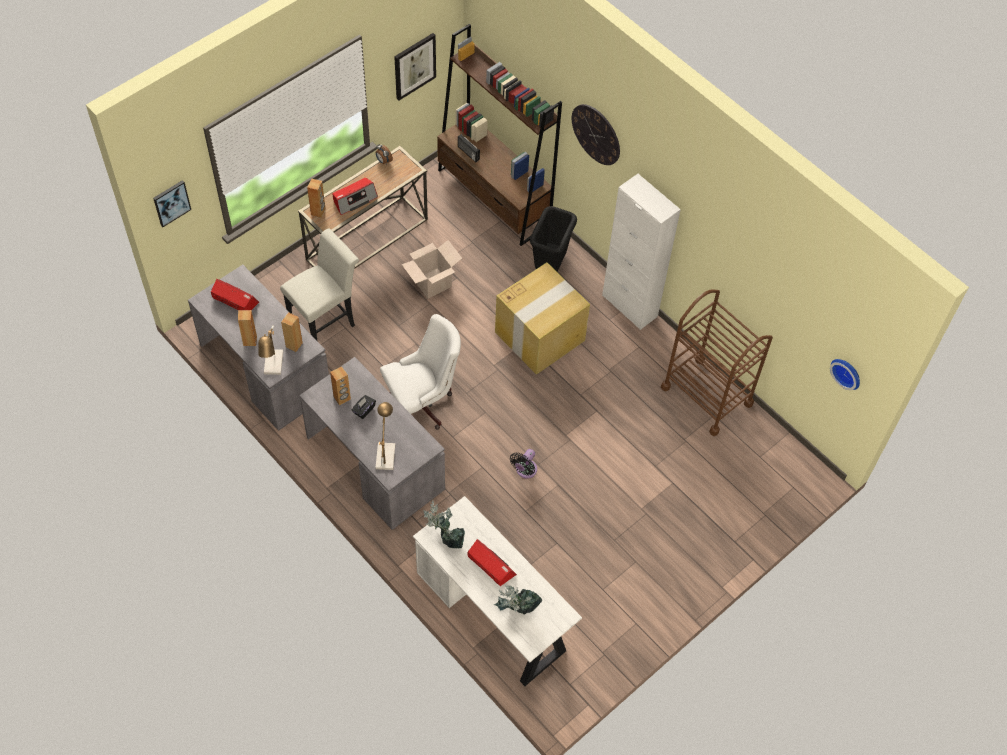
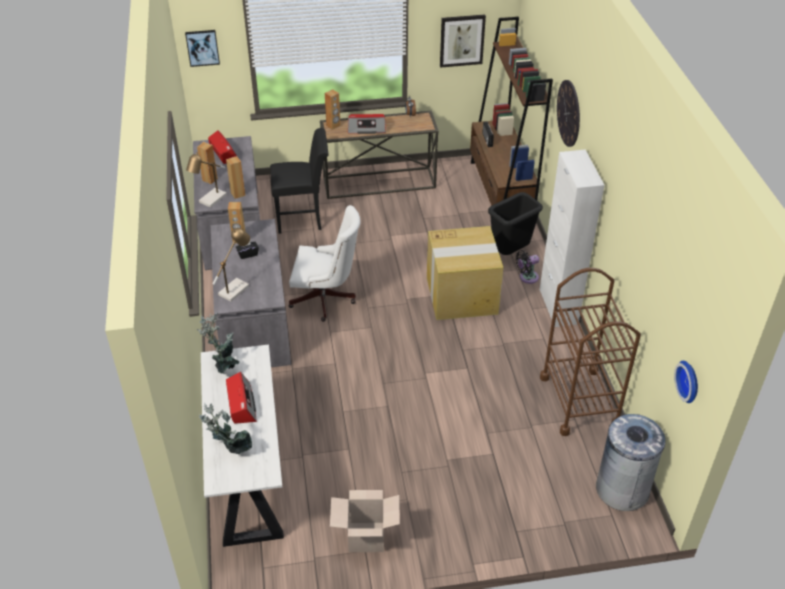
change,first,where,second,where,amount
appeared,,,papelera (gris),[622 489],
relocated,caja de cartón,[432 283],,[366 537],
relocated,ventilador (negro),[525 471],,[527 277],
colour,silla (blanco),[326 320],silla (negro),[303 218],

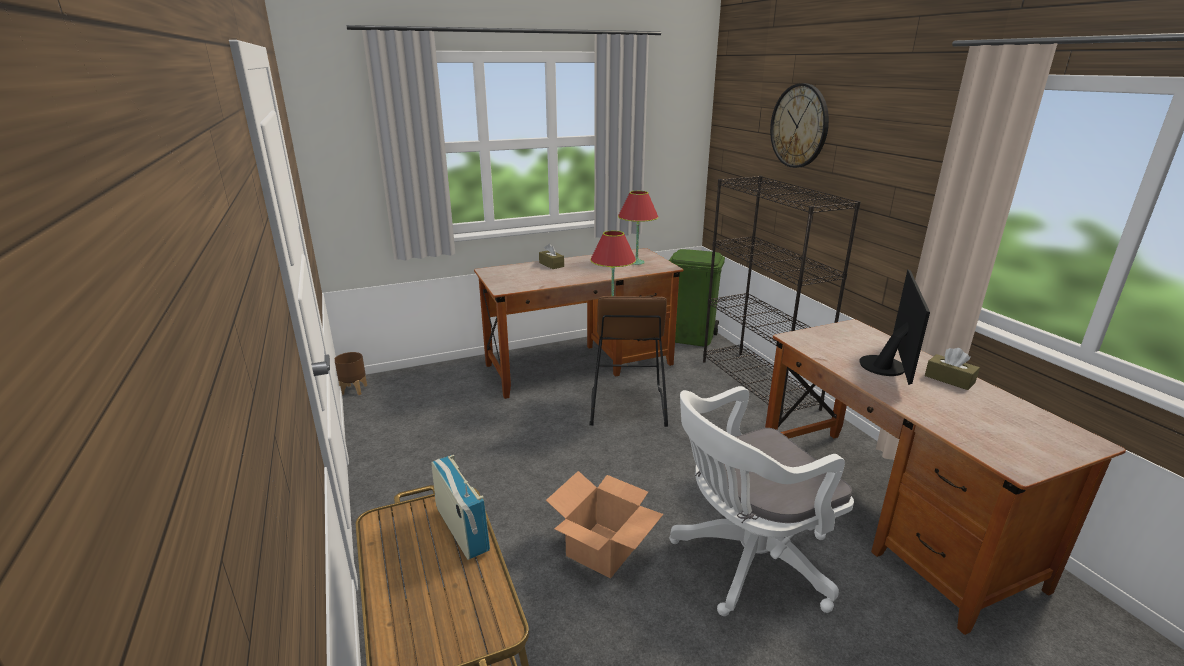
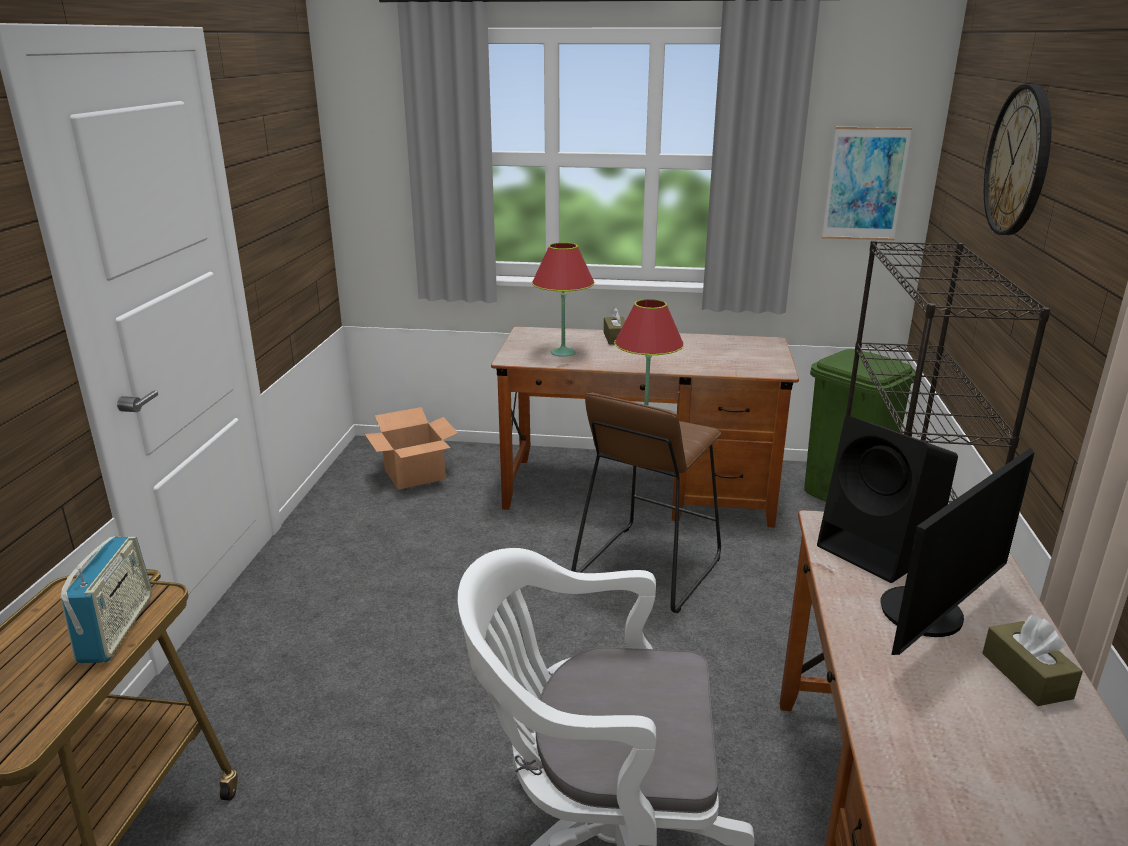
change,first,where,second,where,amount
missing,maceta (marrón),[354 389],,,
appeared,,,altavoz (negro),[880 550],
appeared,,,cuadro,[865 184],
relocated,caja de cartón,[603 549],,[415 474],
relocated,lámpara de mesa (rojo),[636 262],,[563 353],

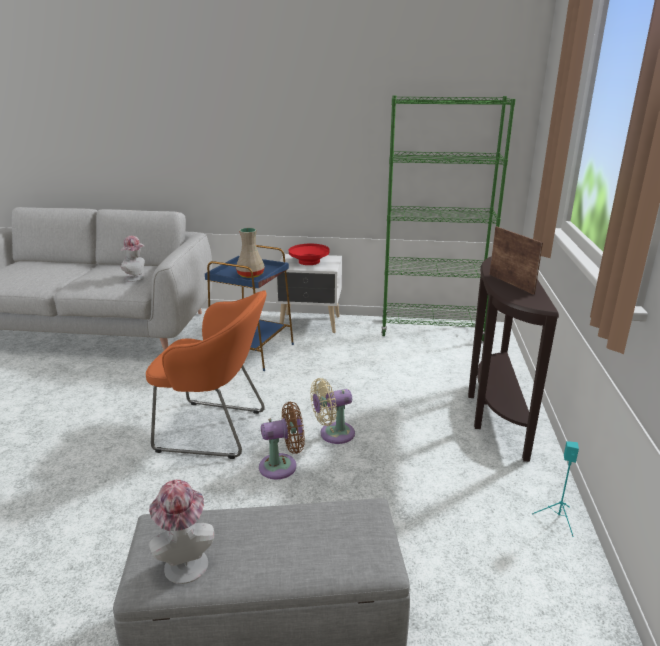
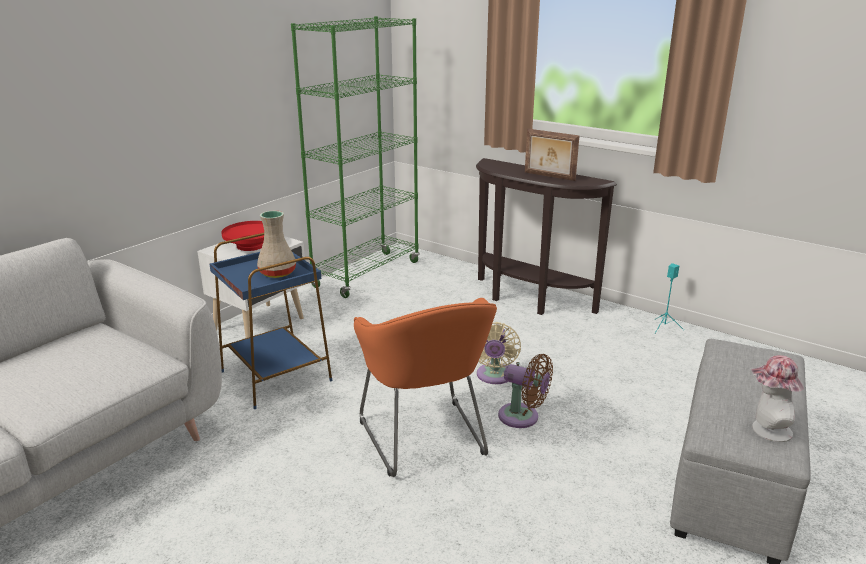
change,first,where,second,where,amount
missing,sombrero,[137 278],,,
spun,sillón (naranja),[217 430],,[425 441],120 degrees clockwise
spun,ventilador (marrón),[282 466],,[522 417],105 degrees clockwise
spun,portarretratos,[512 283],,[549 176],150 degrees counterclockwise

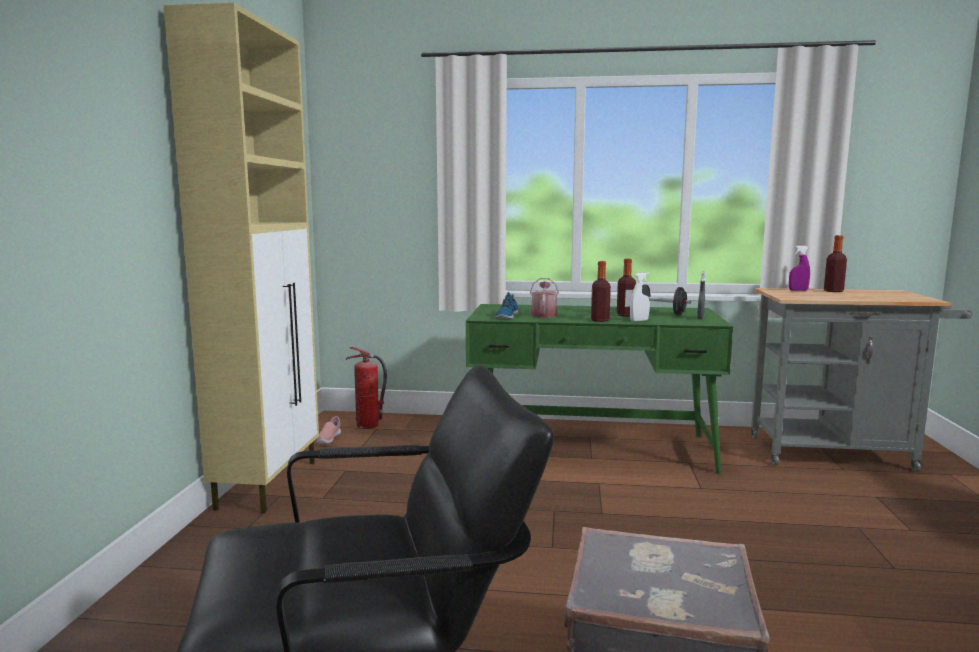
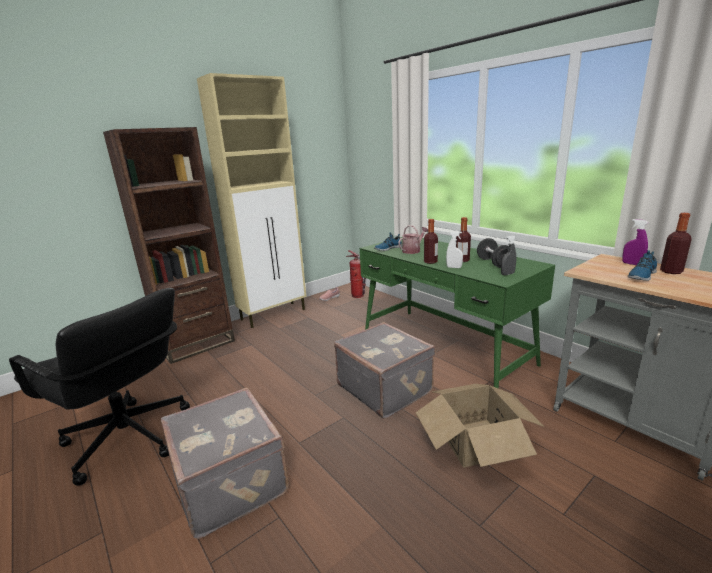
change,first,where,second,where,amount
appeared,,,estantería (marrón),[196 344],
appeared,,,maleta (gris),[385 388],
appeared,,,caja de cartón,[475 441],
appeared,,,zapato,[641 275],

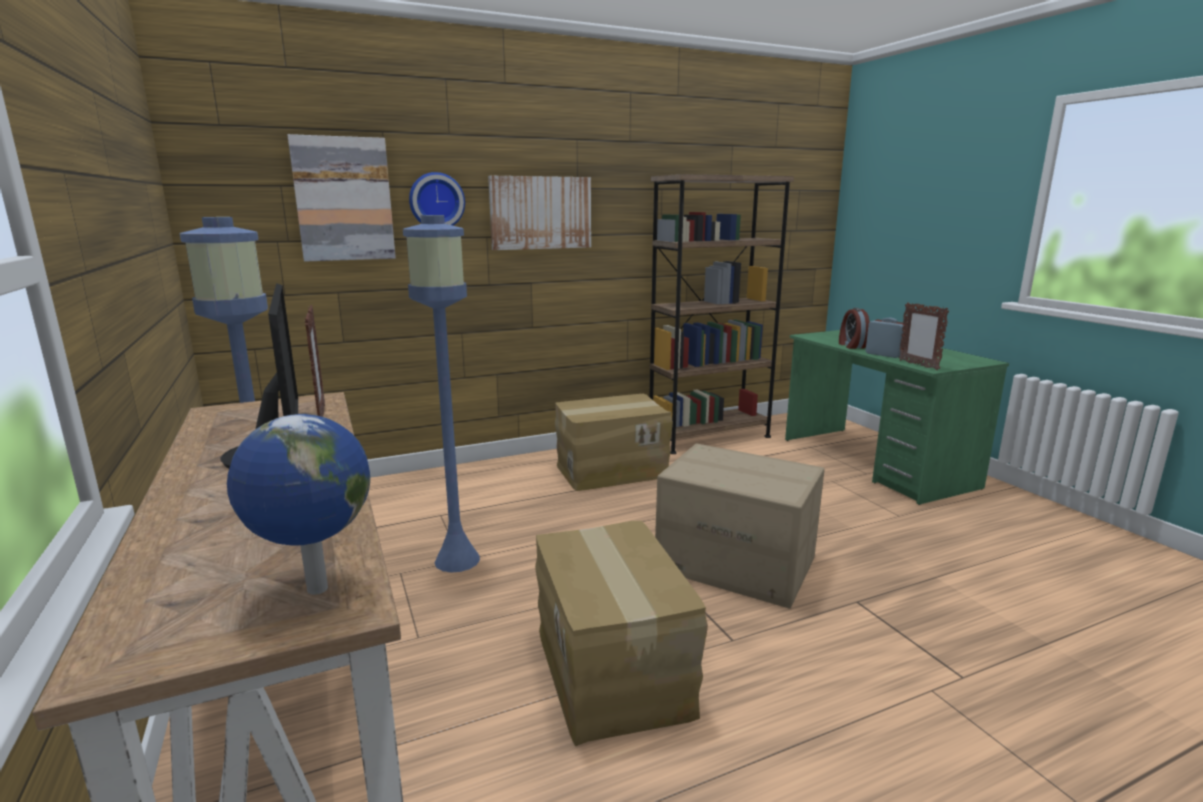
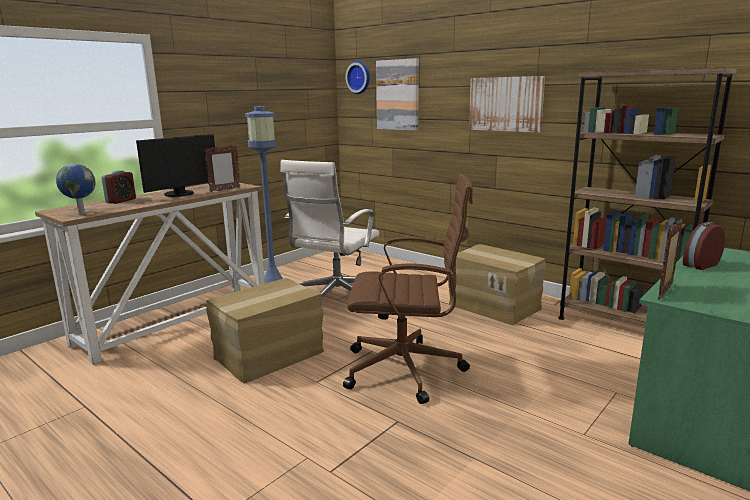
change,first,where,second,where,amount
relocated,reloj de pared,[436 201],,[359 77],
relocated,despertador,[884 354],,[121 201],
exchanged,lámpara de pie (azul),[457 560],silla de oficina (blanco),[335 299],
exchanged,caja de cartón,[736 563],silla de oficina (marrón),[407 370],

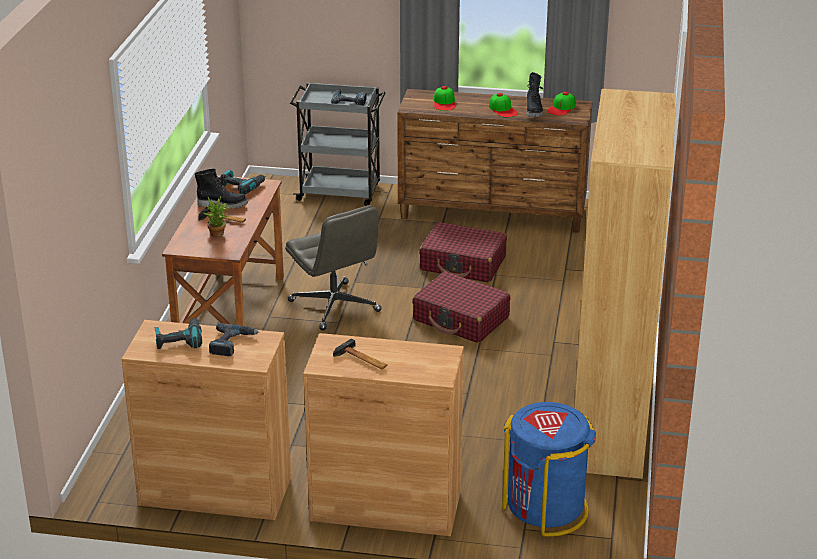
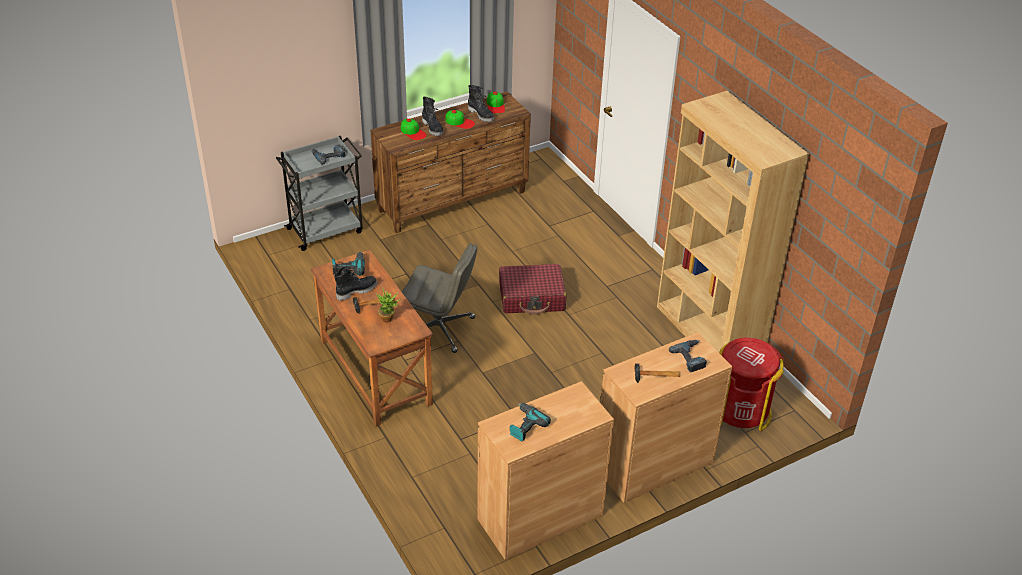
change,first,where,second,where,amount
missing,maleta (rojo),[463 264],,,
appeared,,,bota (negro),[433 128],
relocated,taladro,[232 343],,[691 357],
colour,papelera (azul),[546 508],papelera (rojo),[740 411],

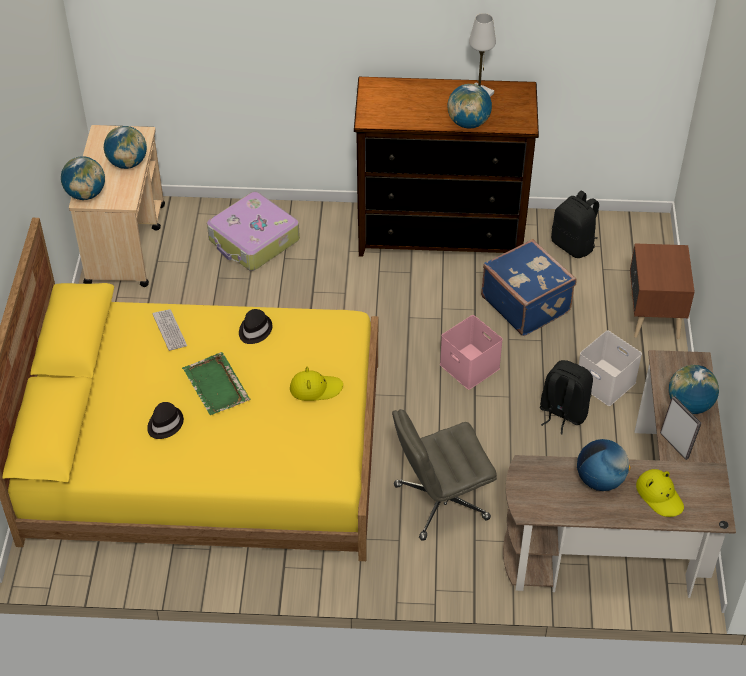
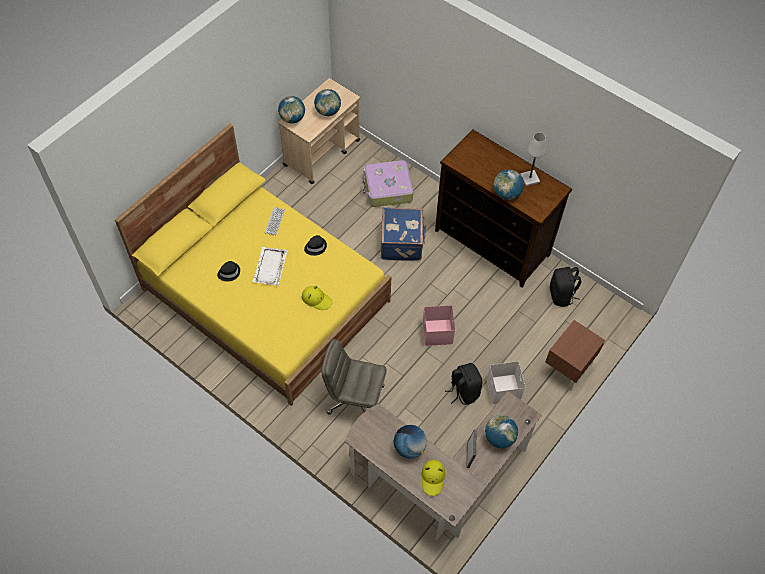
change,first,where,second,where,amount
relocated,maleta (azul),[526 303],,[402 243],
colour,bandeja (verde),[216 386],bandeja (blanco),[270 267],

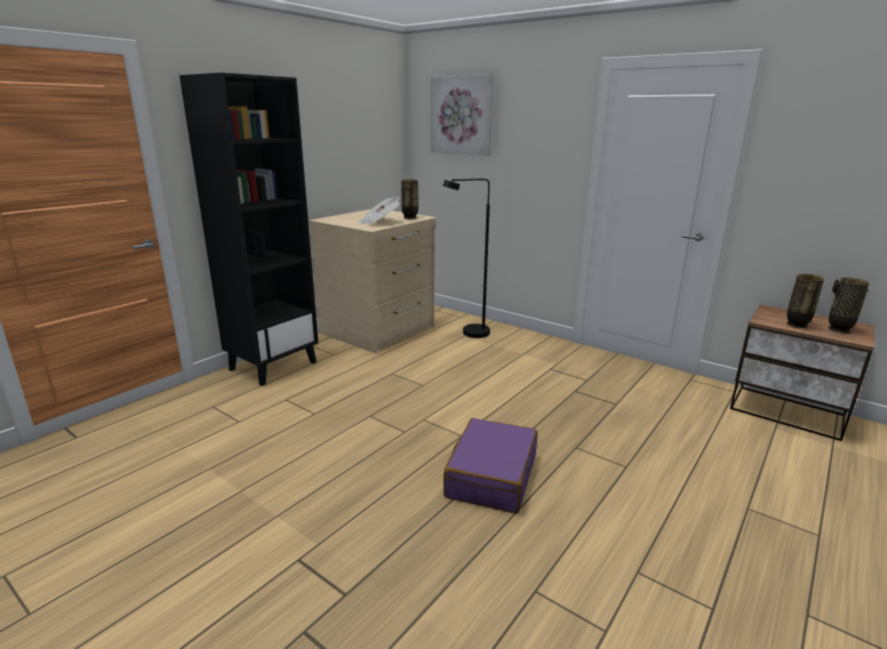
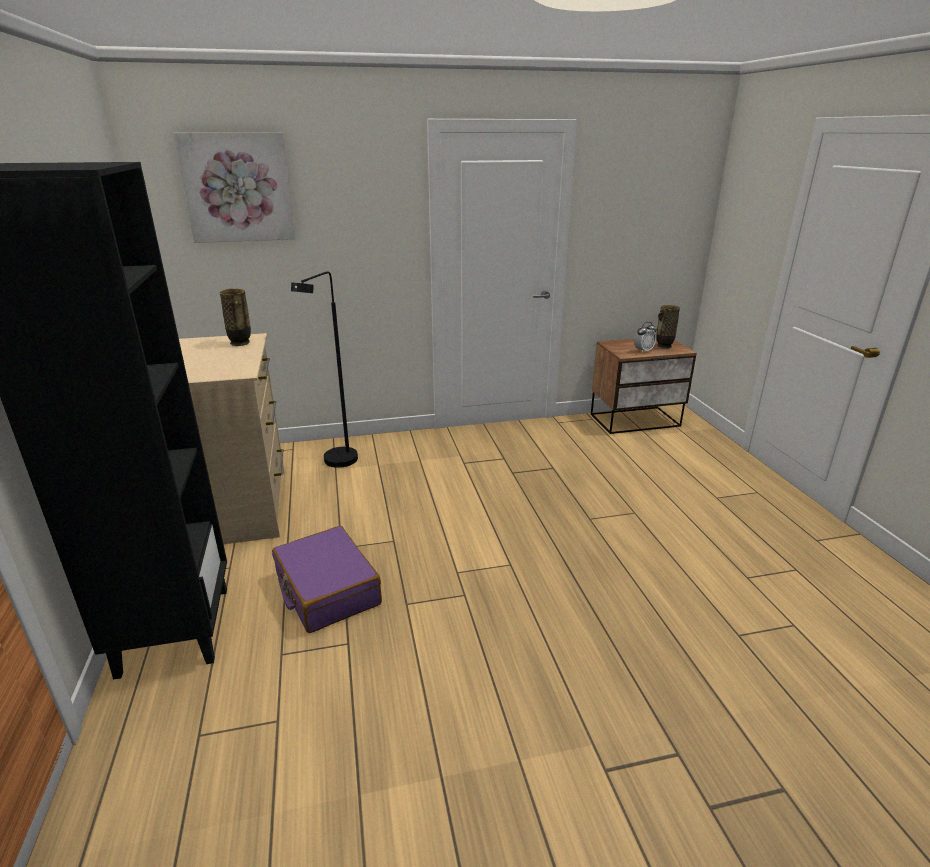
change,first,where,second,where,amount
missing,periódico,[379 222],,,
relocated,maleta (morado),[491 476],,[327 590],
exchanged,florero,[797 325],despertador,[643 351],

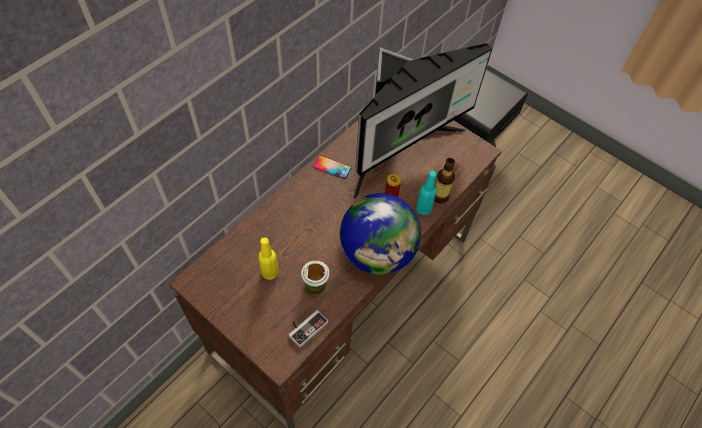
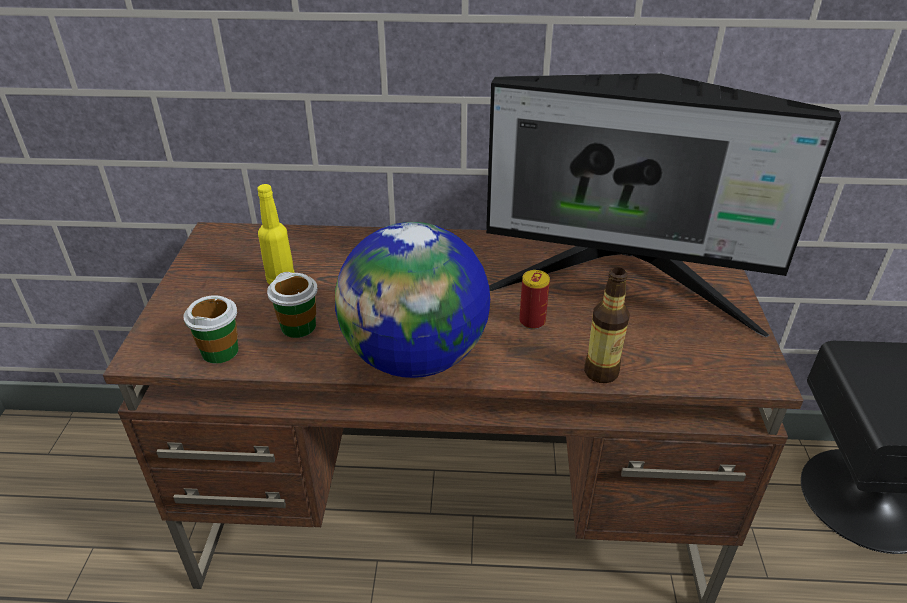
change,first,where,second,where,amount
missing,móvil,[332 167],,,
missing,botella (turquesa),[423 209],,,
exchanged,mando de consola,[306 327],taza,[220 351],

